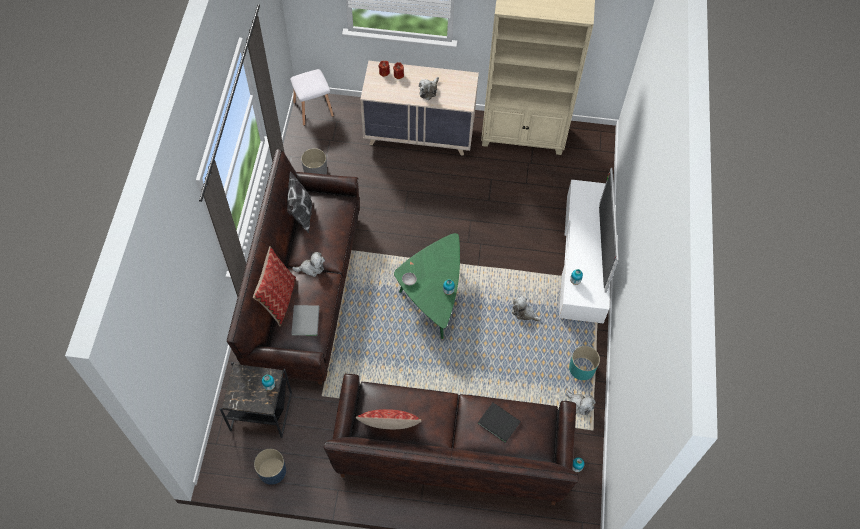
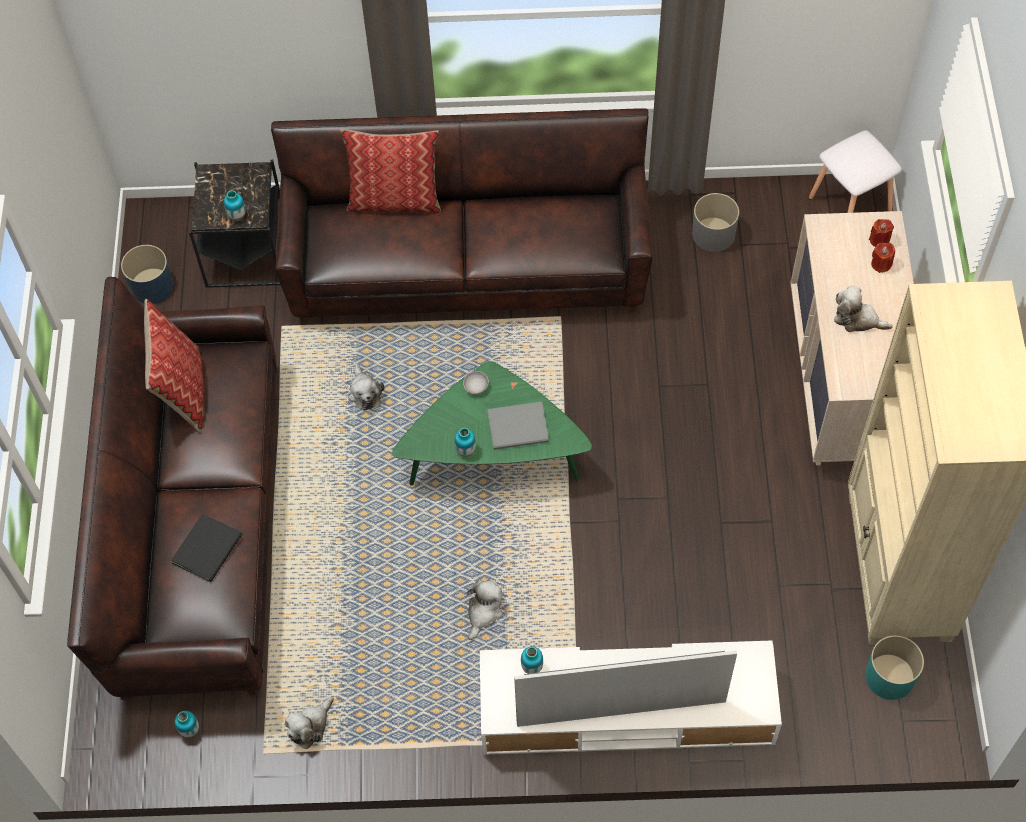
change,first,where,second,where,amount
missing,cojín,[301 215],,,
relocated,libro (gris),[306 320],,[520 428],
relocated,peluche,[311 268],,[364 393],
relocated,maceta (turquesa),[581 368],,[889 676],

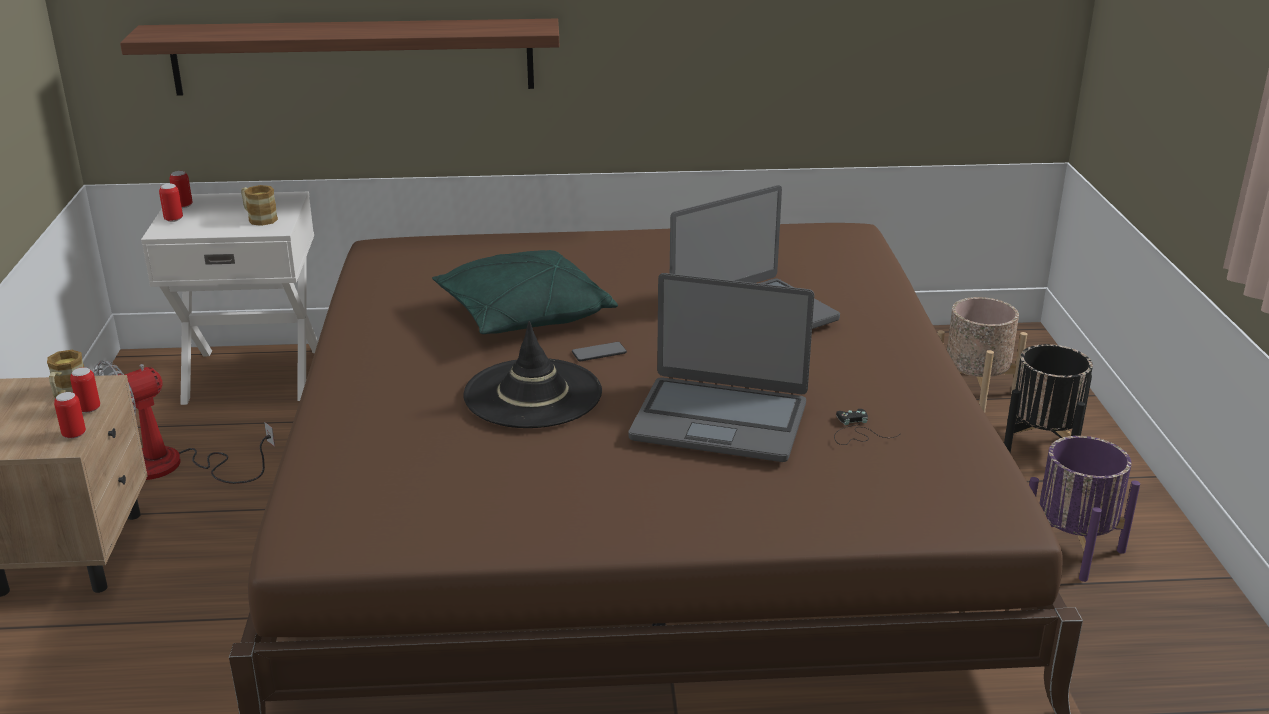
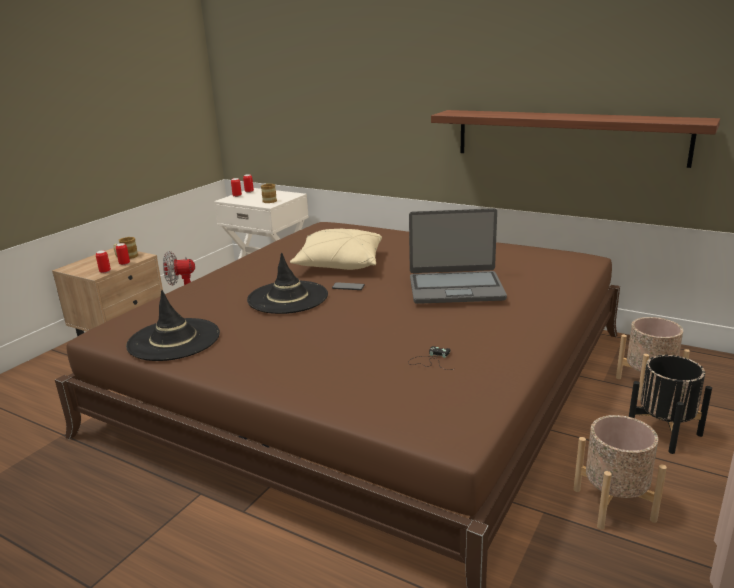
change,first,where,second,where,amount
missing,portátil,[720 420],,,
appeared,,,sombrero (negro),[174 340],
relocated,estante,[353 56],,[568 136],
colour,cojín (verde),[523 316],cojín (beis),[339 264],
colour,maceta (morado),[1071 549],maceta (beis),[613 504],

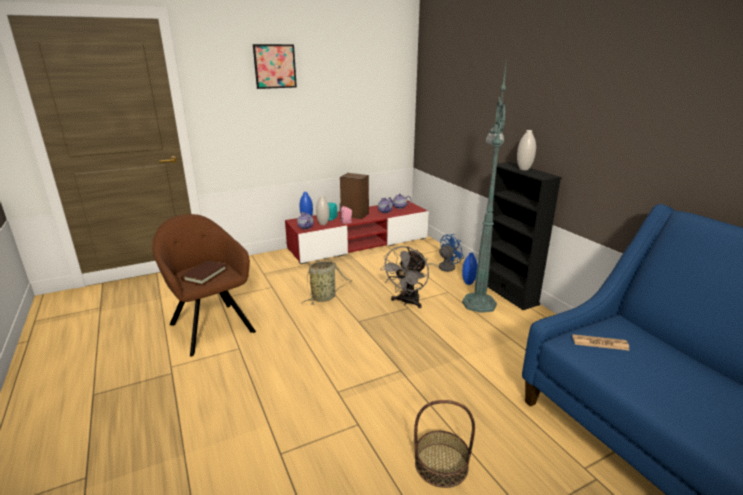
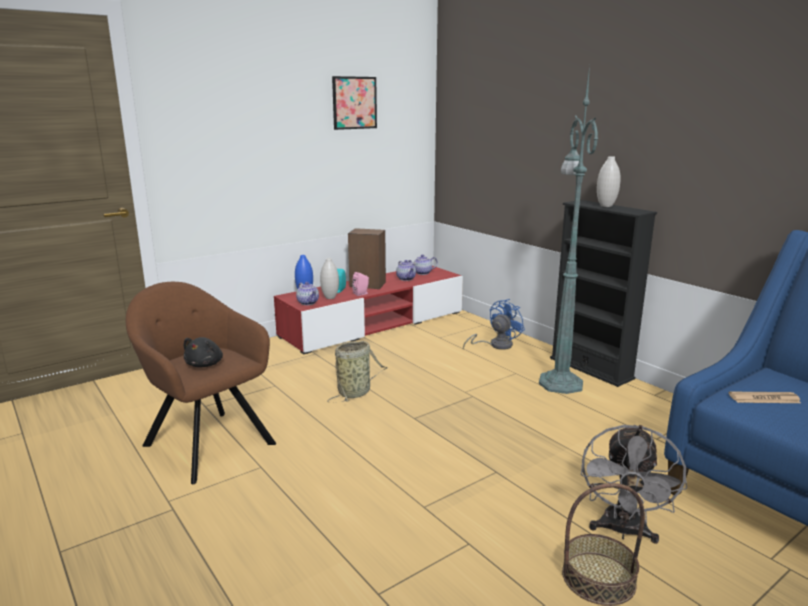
change,first,where,second,where,amount
missing,florero (azul),[468 283],,,
relocated,cuadro,[275 66],,[354 103],
relocated,ventilador (gris),[407 302],,[623 531],
exchanged,libro (marrón),[205 275],peluche (negro),[205 364],

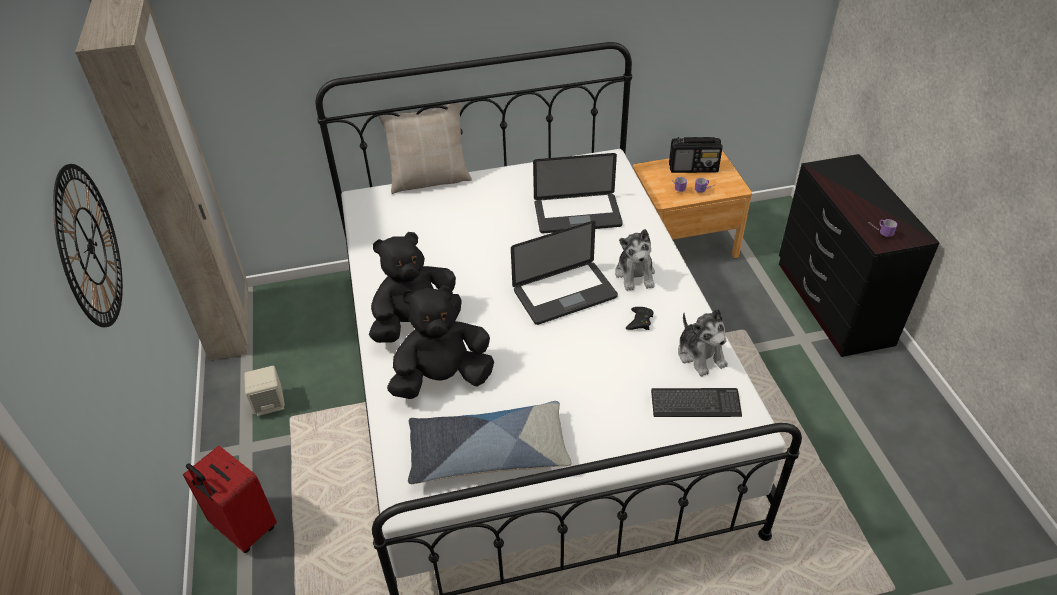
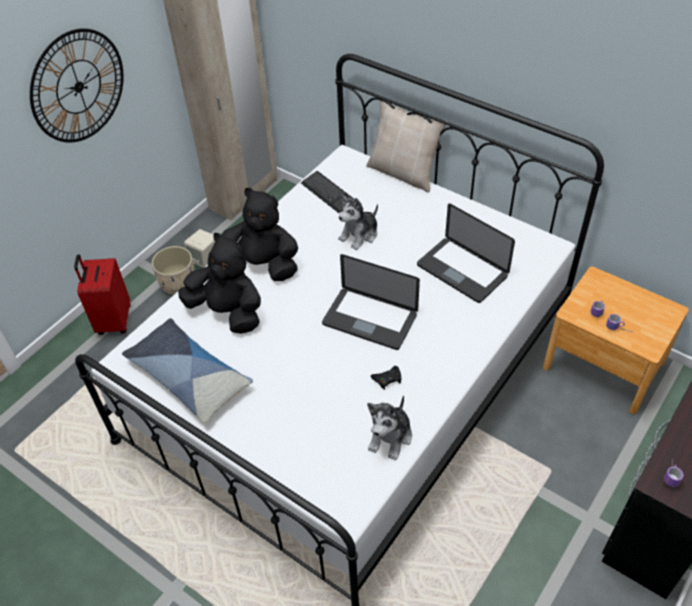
change,first,where,second,where,amount
missing,radio,[694 168],,,
appeared,,,maceta (beis),[179 284],
relocated,peluche,[635 274],,[359 235],
relocated,teclado,[695 404],,[327 193],

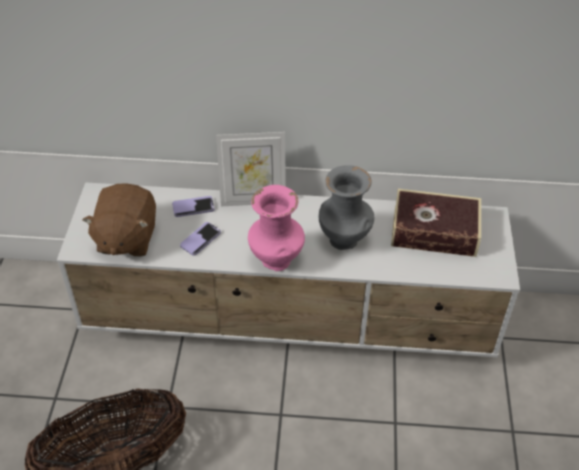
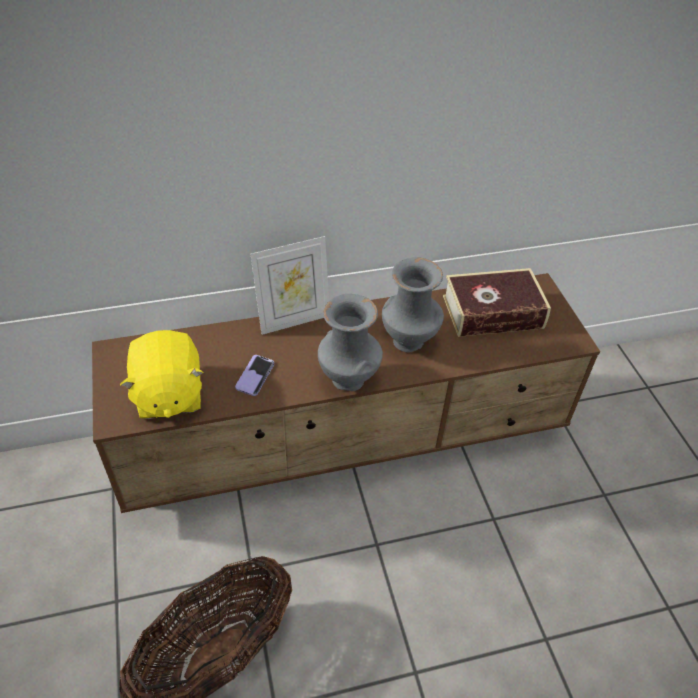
change,first,where,second,where,amount
missing,móvil,[193 207],,,
colour,mueble de televisión (blanco),[291 322],mueble de televisión (marrón),[347 442],
colour,peluche (marrón),[126 238],peluche (amarillo),[168 395],
colour,florero (rosa),[276 262],florero (gris),[349 381],

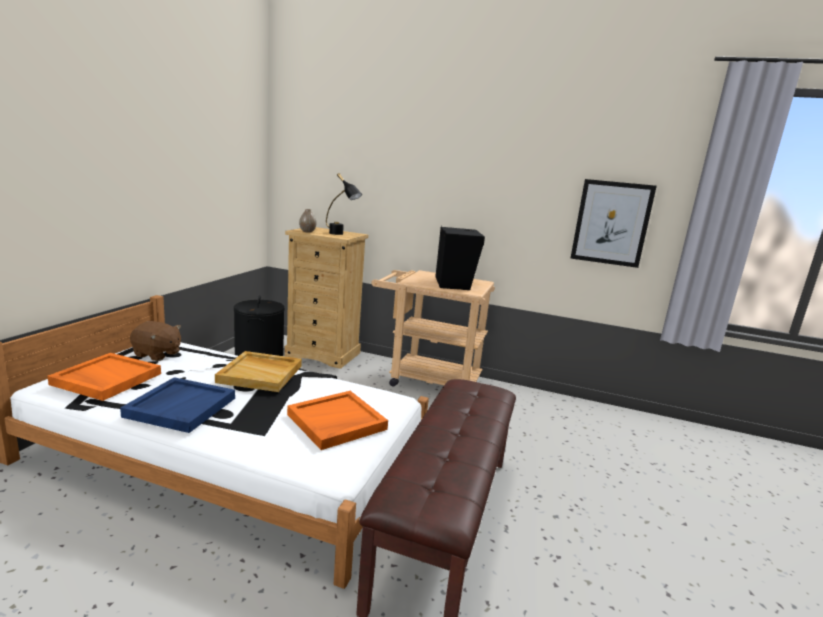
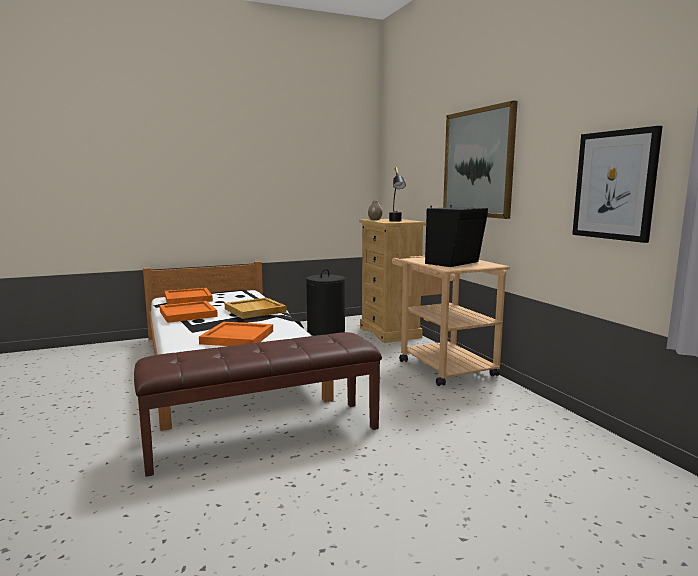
change,first,where,second,where,amount
missing,peluche (marrón),[157 354],,,
appeared,,,cuadro,[478 163],
colour,bandeja (azul),[181 407],bandeja (naranja),[188 314],

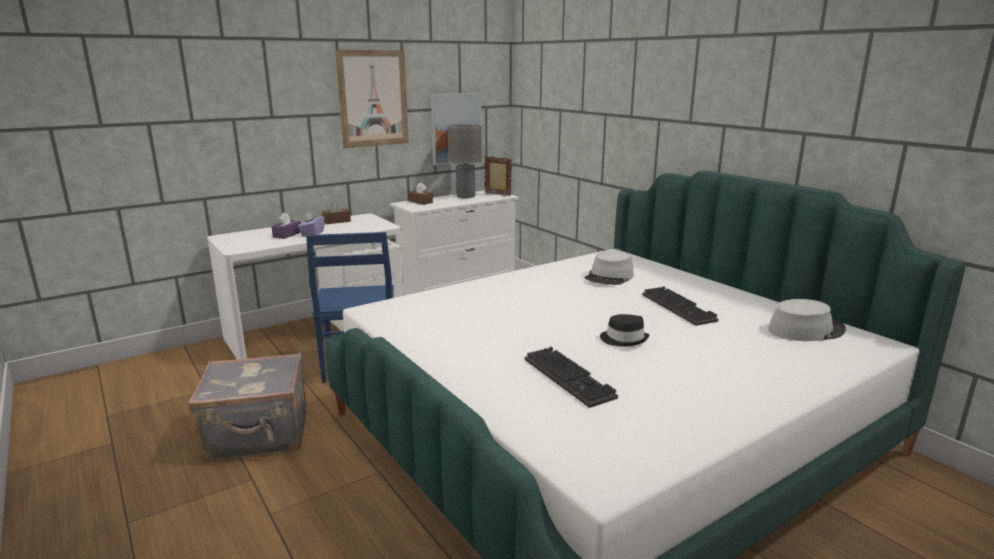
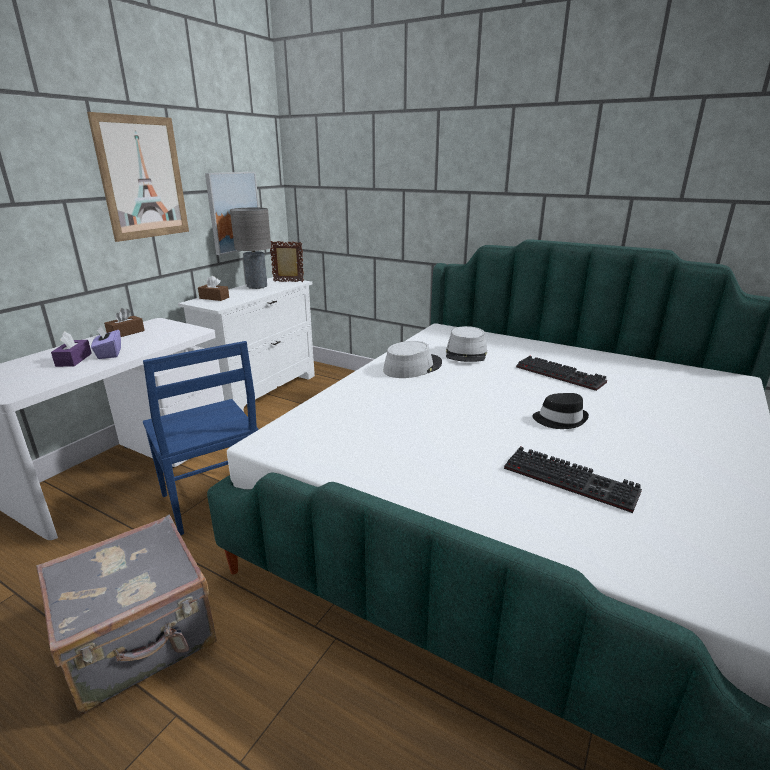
change,first,where,second,where,amount
relocated,sombrero (gris),[805 330],,[412 367],

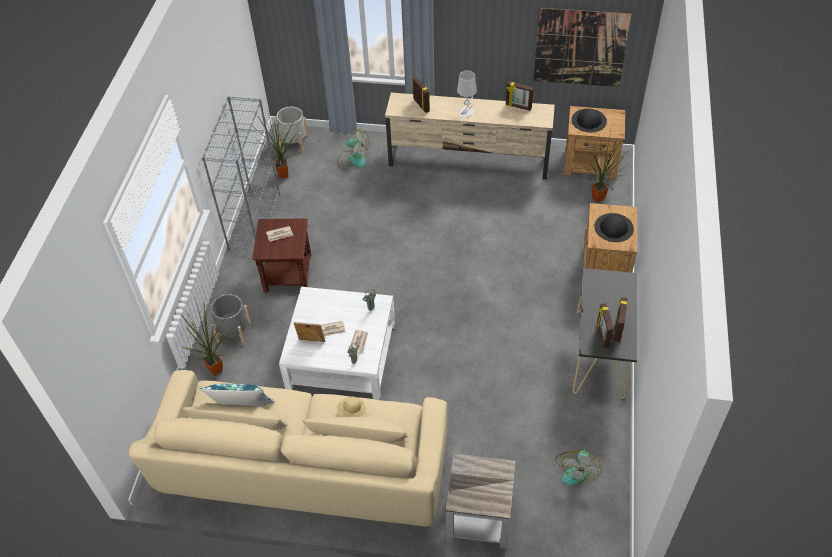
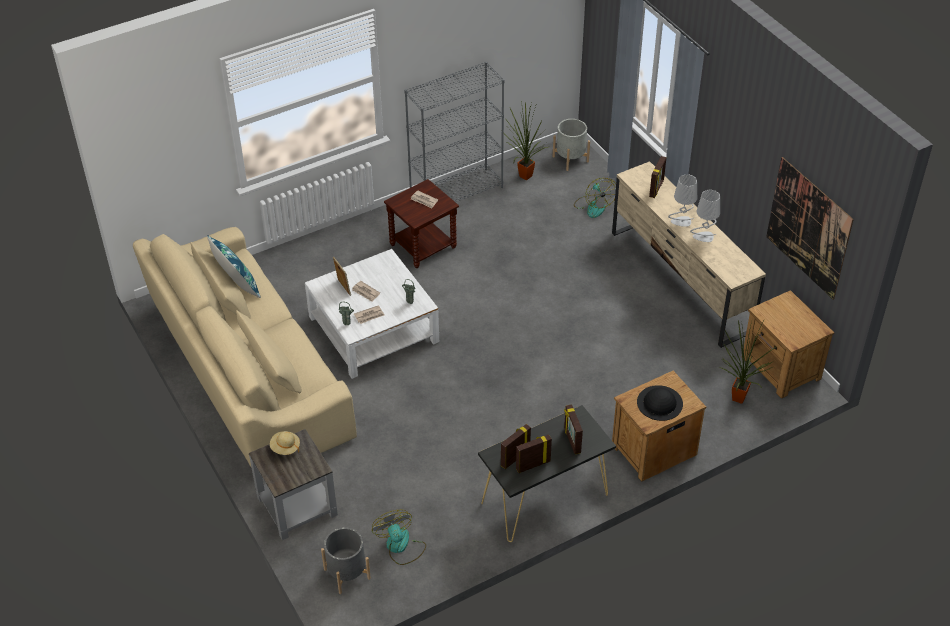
change,first,where,second,where,amount
missing,planta en maceta,[218 369],,,
missing,sombrero (negro),[589 120],,,
appeared,,,lámpara de mesa (gris),[703 237],
relocated,maceta (gris),[234 332],,[347 573],
relocated,sombrero (beis),[352 412],,[285 447],
relocated,portarretratos,[518 106],,[571 441],
spun,ventilador,[576 469],,[400 546],90 degrees clockwise

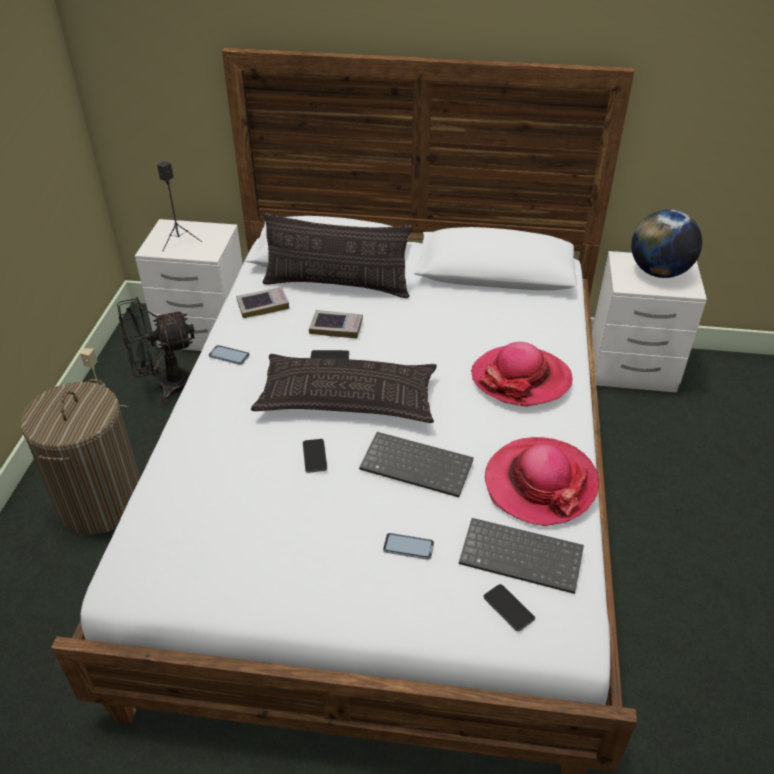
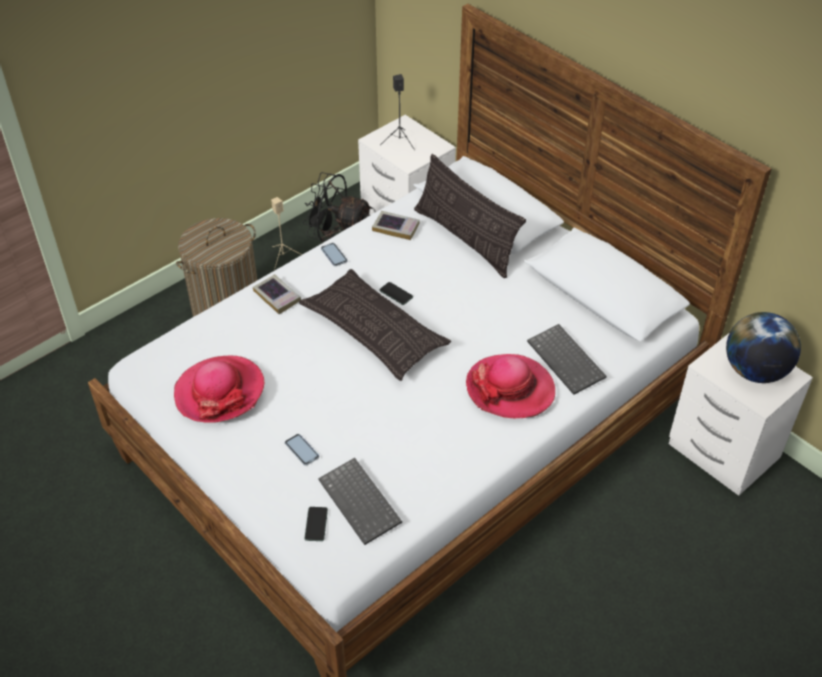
change,first,where,second,where,amount
missing,móvil,[314 456],,,
relocated,libro,[336 327],,[277 297],
relocated,teclado,[418 465],,[567 360],
relocated,sombrero,[540 483],,[220 391],

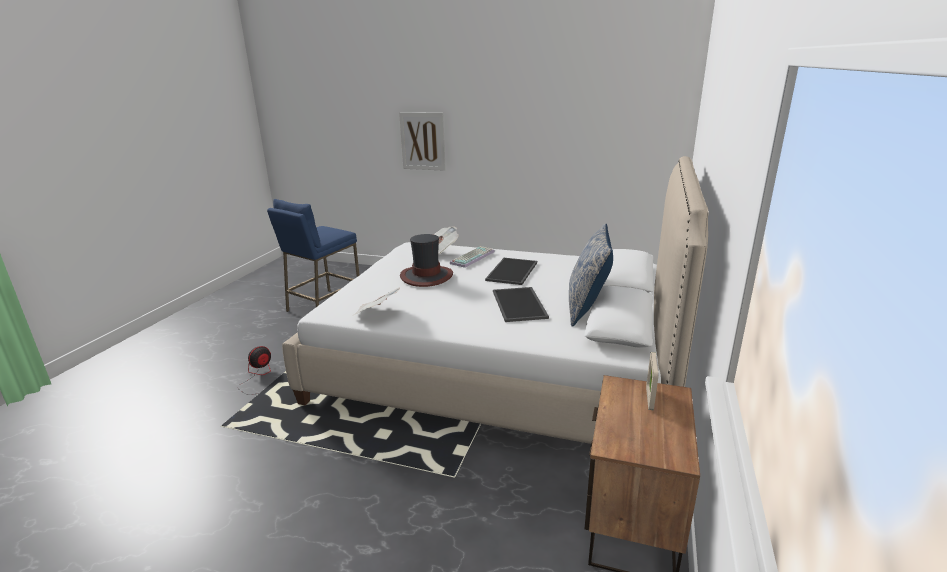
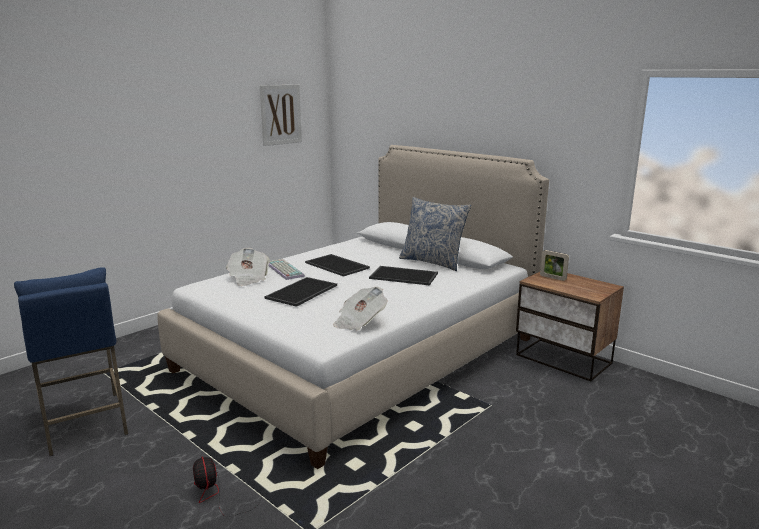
change,first,where,second,where,amount
relocated,cuadro,[423 141],,[280 114],
exchanged,sombrero,[426 276],bandeja,[302 292],

